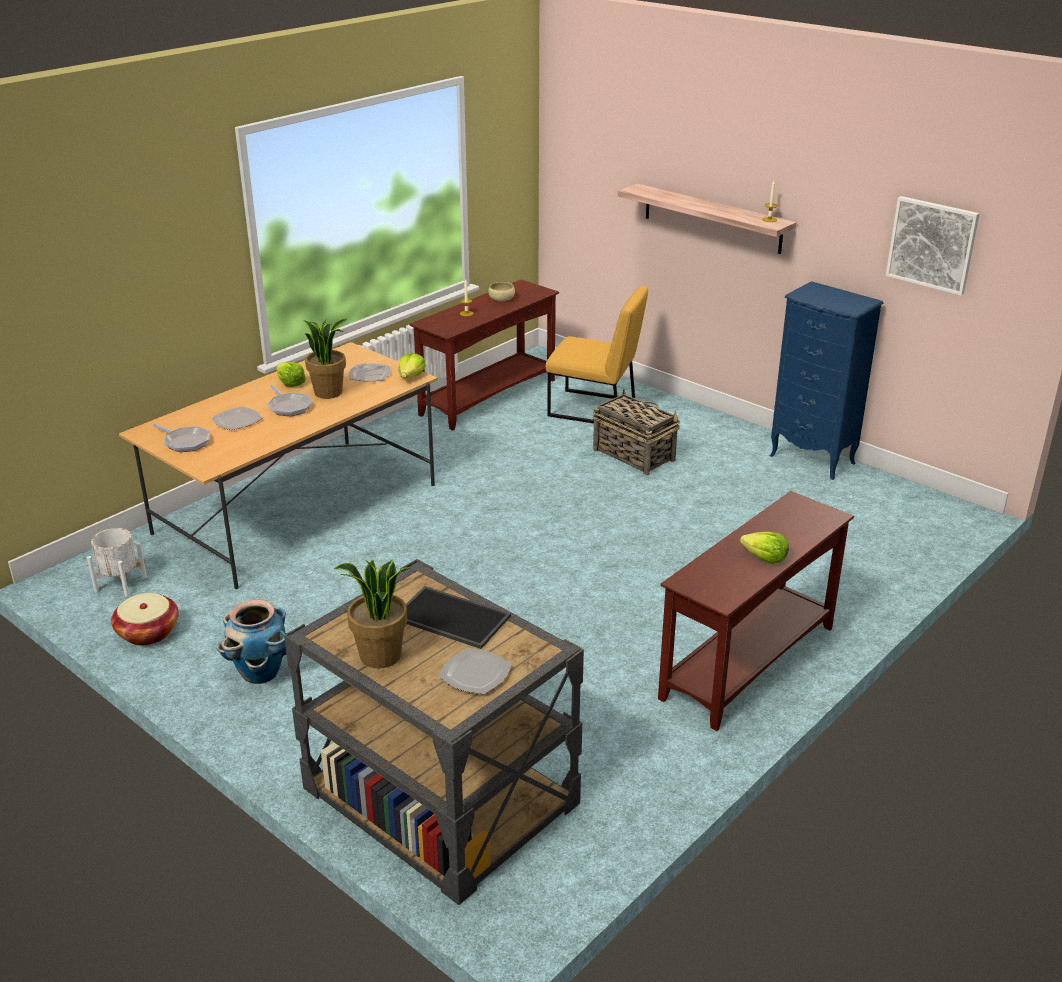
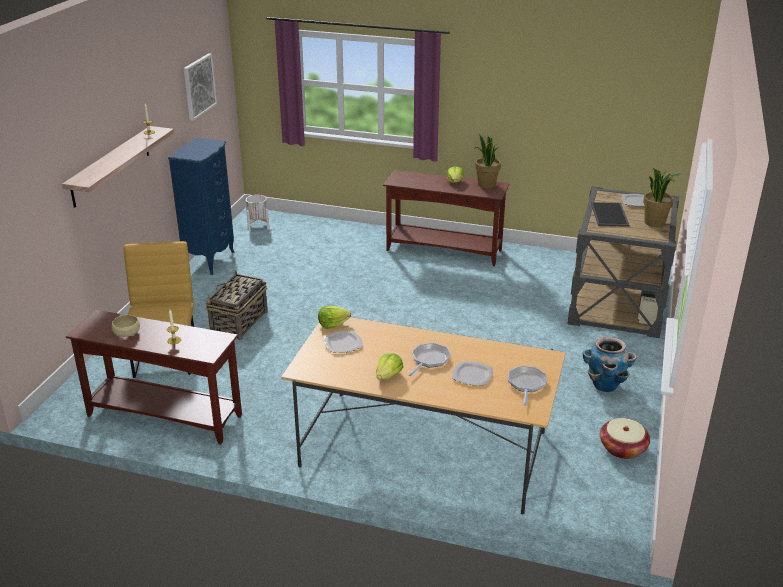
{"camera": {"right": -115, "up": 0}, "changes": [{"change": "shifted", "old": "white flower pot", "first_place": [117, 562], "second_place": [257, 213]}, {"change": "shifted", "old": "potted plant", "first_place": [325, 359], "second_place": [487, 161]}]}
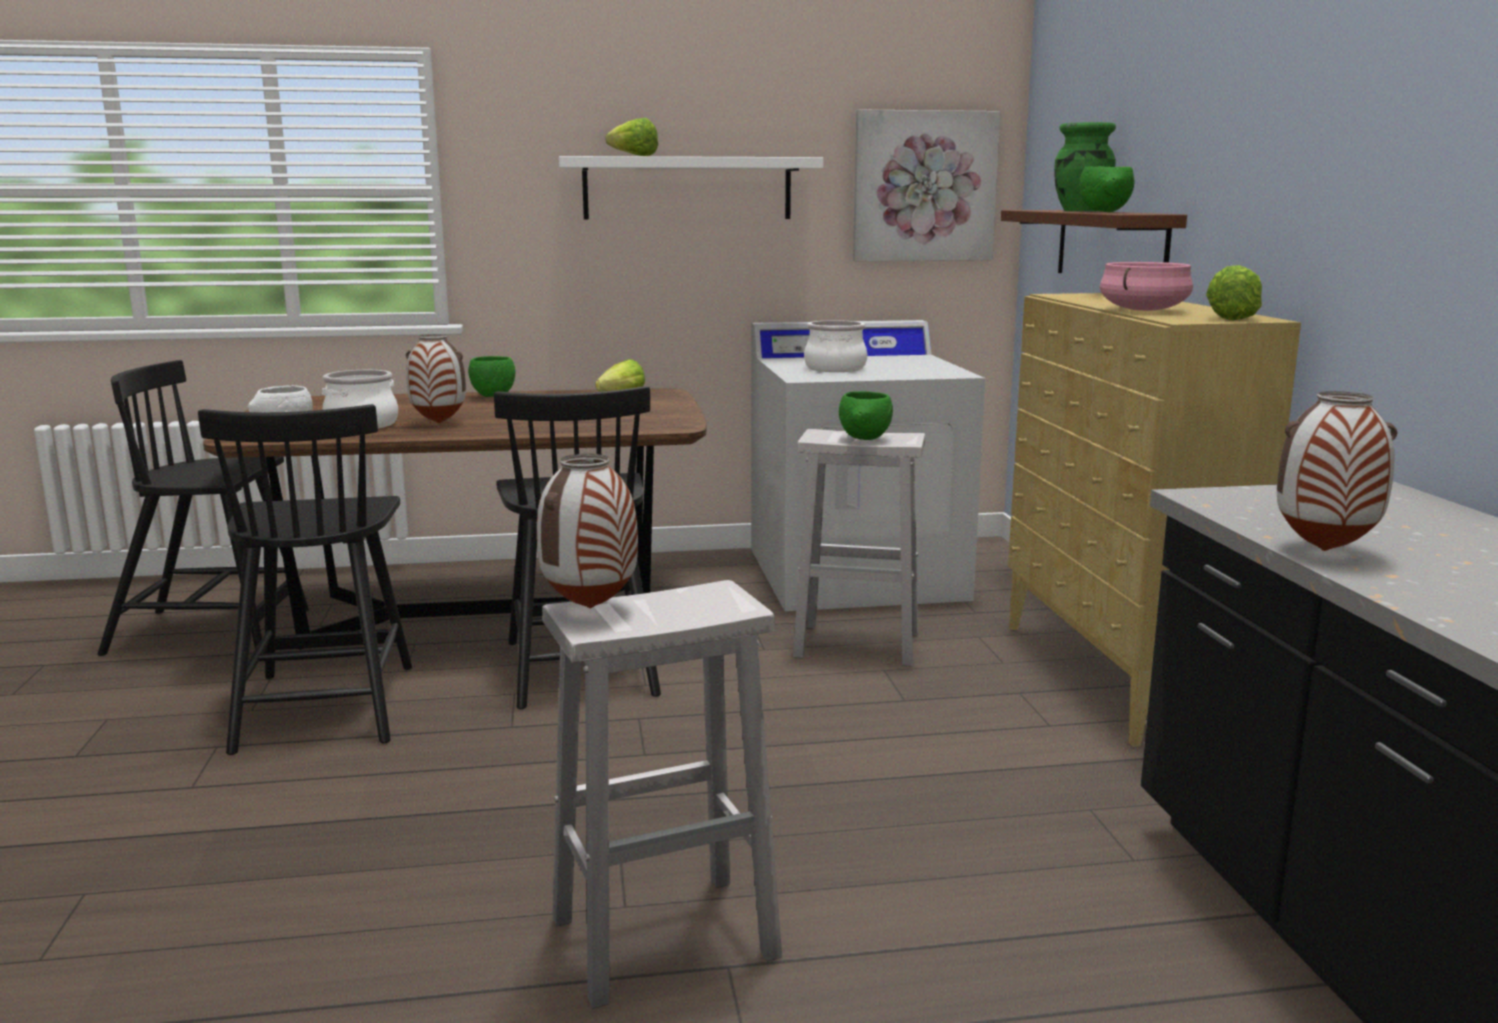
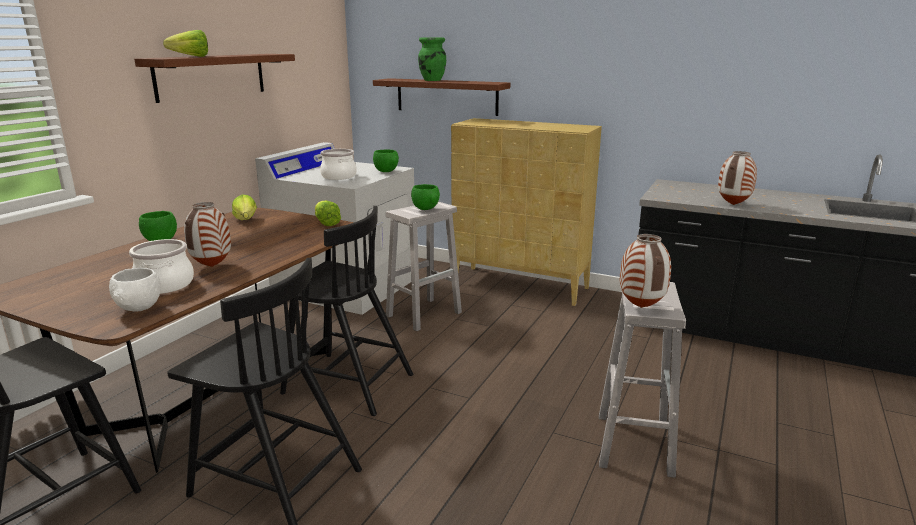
{"camera": {"right": -55, "up": 5}, "changes": [{"change": "gone", "old": "wall art", "first_place": [927, 185]}, {"change": "gone", "old": "pink saucepot", "first_place": [1146, 286]}, {"change": "shifted", "old": "greenish bowl", "first_place": [1106, 189], "second_place": [386, 161]}, {"change": "shifted", "old": "lettuce head", "first_place": [1234, 292], "second_place": [328, 213]}, {"change": "repainted", "old": "white wall shelf", "new": "brown wall shelf", "first_place": [691, 188], "second_place": [214, 78]}]}
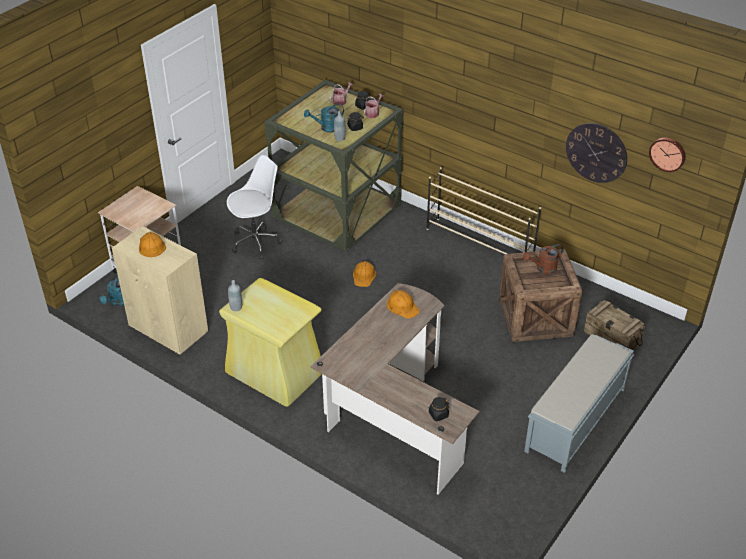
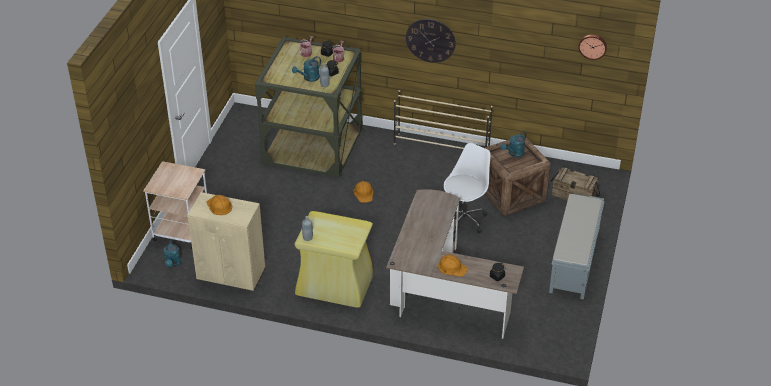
{"camera": {"right": -20, "up": 0}, "changes": [{"change": "shifted", "old": "white computer chair", "first_place": [254, 207], "second_place": [467, 188]}, {"change": "shifted", "old": "orangey hard hat", "first_place": [403, 304], "second_place": [453, 265]}, {"change": "shifted", "old": "hanging clock", "first_place": [596, 153], "second_place": [431, 41]}, {"change": "repainted", "old": "brown watering can", "new": "turquoise watering can", "first_place": [543, 259], "second_place": [513, 144]}]}
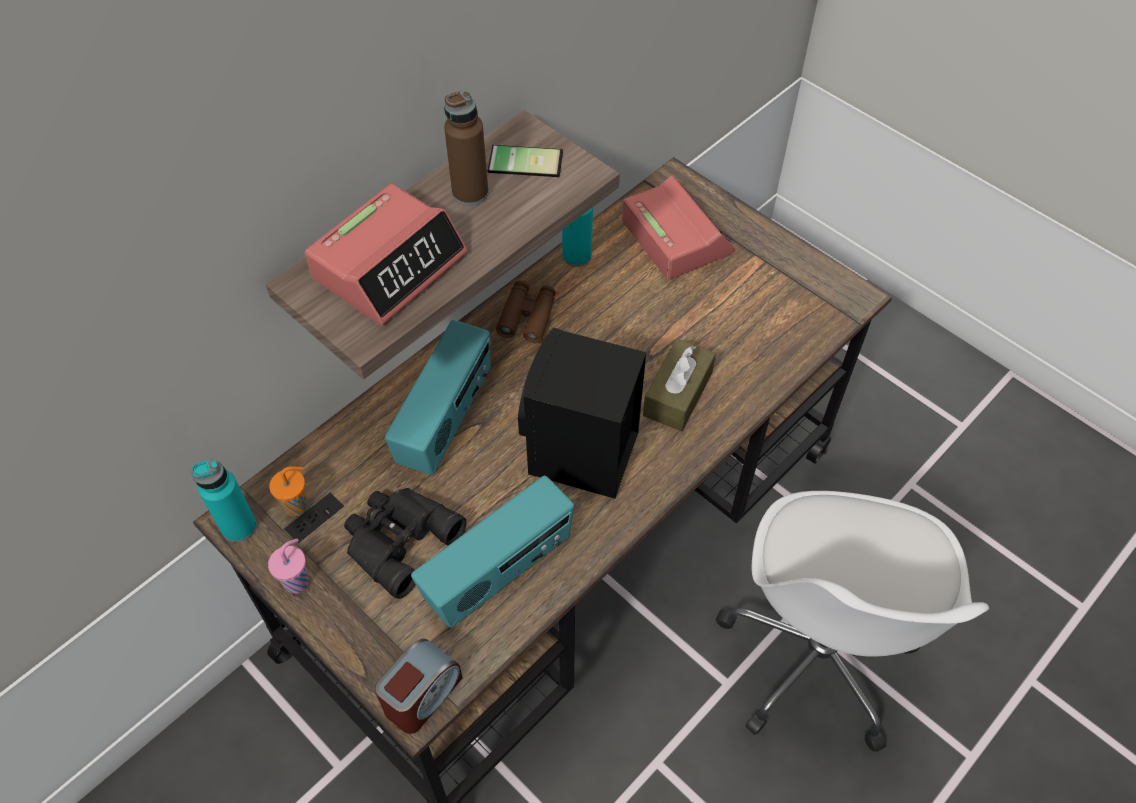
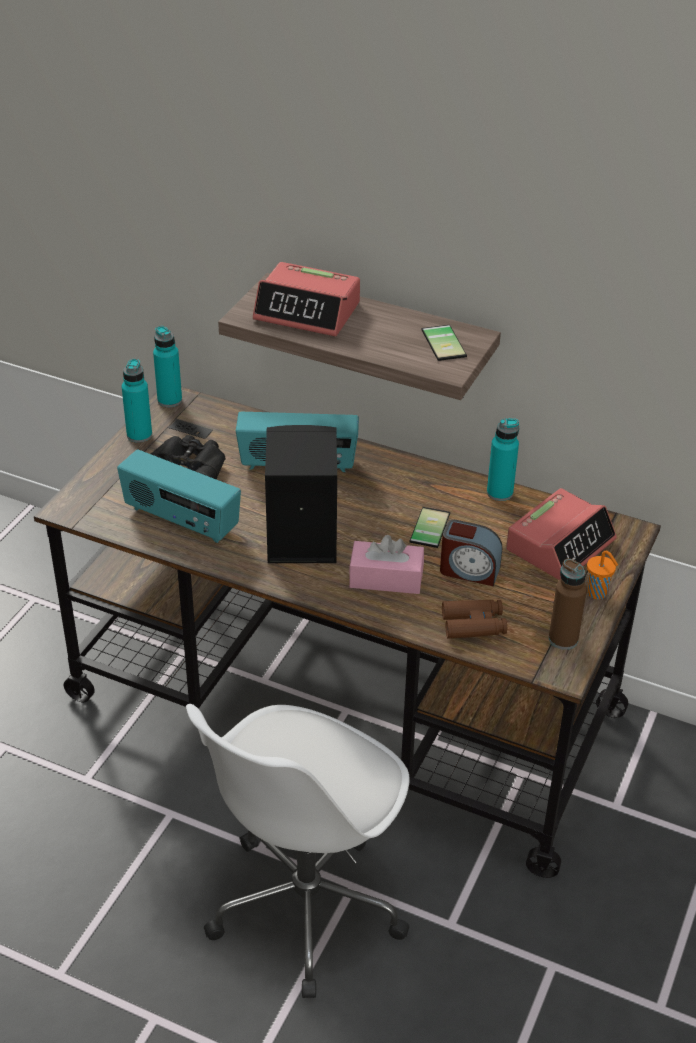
{"camera": {"right": 70, "up": -15}, "changes": [{"change": "new", "new": "handset", "second_place": [429, 527]}, {"change": "shifted", "old": "orangey small cup", "first_place": [288, 491], "second_place": [602, 575]}, {"change": "shifted", "old": "table clock", "first_place": [419, 686], "second_place": [471, 553]}, {"change": "shifted", "old": "brown bottle", "first_place": [466, 148], "second_place": [568, 604]}, {"change": "shifted", "old": "brown field glasses", "first_place": [526, 311], "second_place": [474, 619]}, {"change": "swapped", "old": "pink small cup", "new": "turquoise bottle", "first_place": [288, 566], "second_place": [137, 401]}, {"change": "repainted", "old": "brown box of tissues", "new": "pink box of tissues", "first_place": [679, 384], "second_place": [386, 564]}, {"change": "rotated", "old": "white computer chair", "first_place": [852, 621], "second_place": [298, 851], "degrees": -45}]}
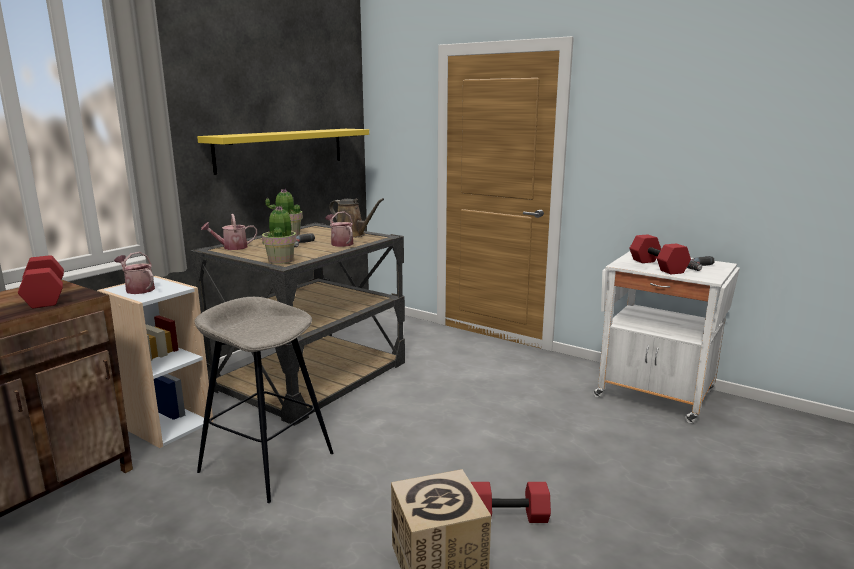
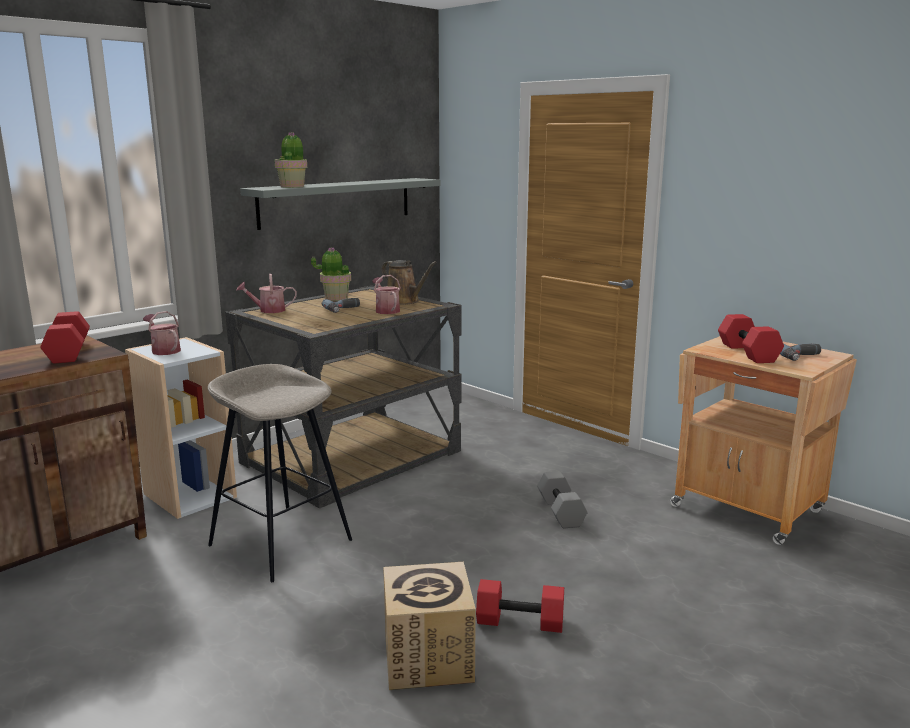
{"camera": {"right": 10, "up": 0}, "changes": [{"change": "new", "new": "grey hand weight", "second_place": [562, 499]}, {"change": "shifted", "old": "potted plant", "first_place": [279, 235], "second_place": [291, 160]}, {"change": "repainted", "old": "yellow wall shelf", "new": "grey wall shelf", "first_place": [283, 152], "second_place": [340, 204]}, {"change": "repainted", "old": "white cart", "new": "brown cart", "first_place": [666, 337], "second_place": [763, 440]}]}
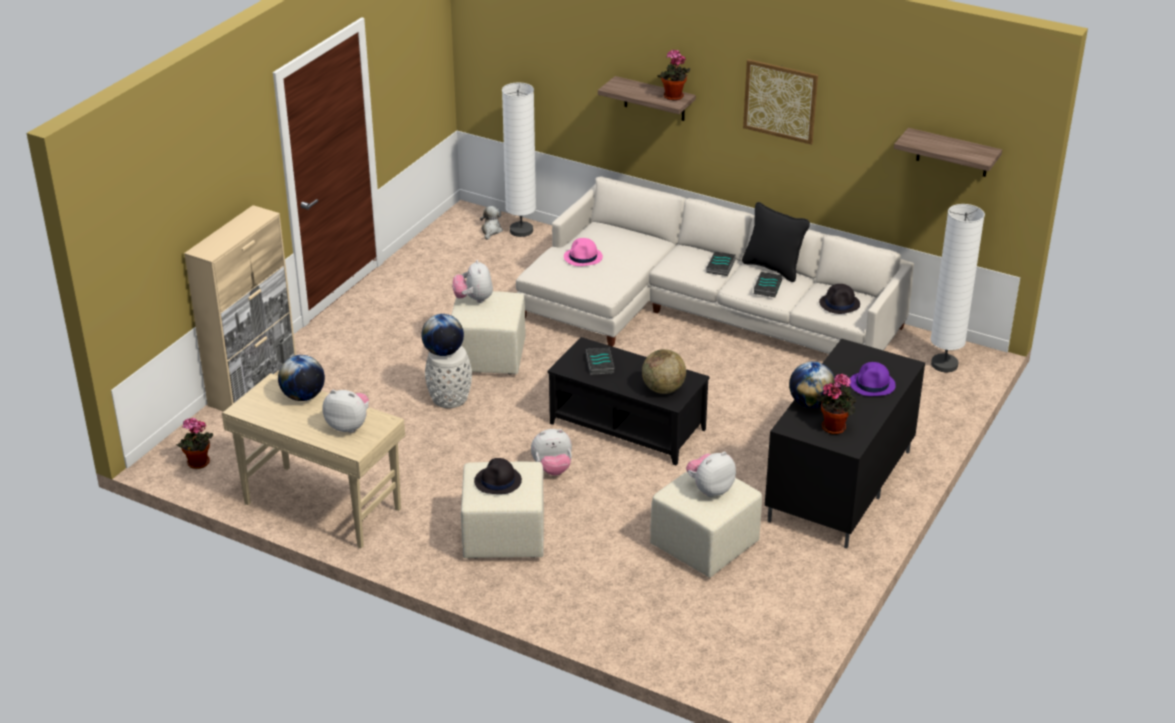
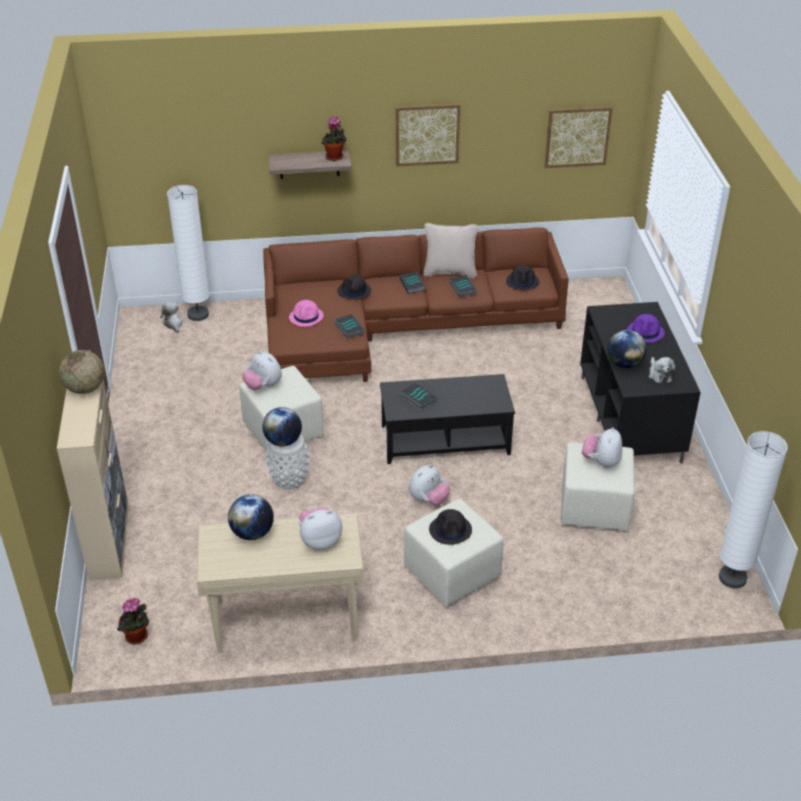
{"camera": {"right": -35, "up": 5}, "changes": [{"change": "new", "new": "book", "second_place": [349, 326]}, {"change": "new", "new": "blackish wearable hat", "second_place": [354, 287]}, {"change": "shifted", "old": "desk globe", "first_place": [664, 371], "second_place": [82, 372]}, {"change": "shifted", "old": "white standing lamp", "first_place": [957, 288], "second_place": [753, 509]}, {"change": "swapped", "old": "potted plant", "new": "soft toy", "first_place": [836, 404], "second_place": [662, 370]}, {"change": "swapped", "old": "wall shelf", "new": "wall art", "first_place": [948, 152], "second_place": [578, 137]}, {"change": "repainted", "old": "white sofa", "new": "brown sofa", "first_place": [715, 265], "second_place": [416, 304]}, {"change": "repainted", "old": "blackish cushion", "new": "beige cushion", "first_place": [776, 242], "second_place": [451, 250]}]}
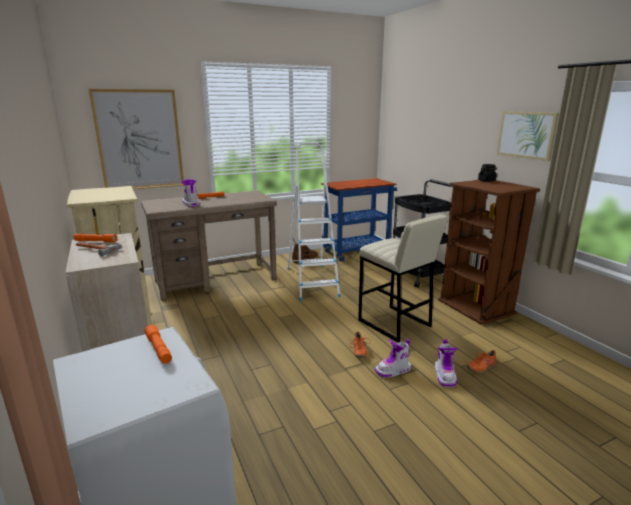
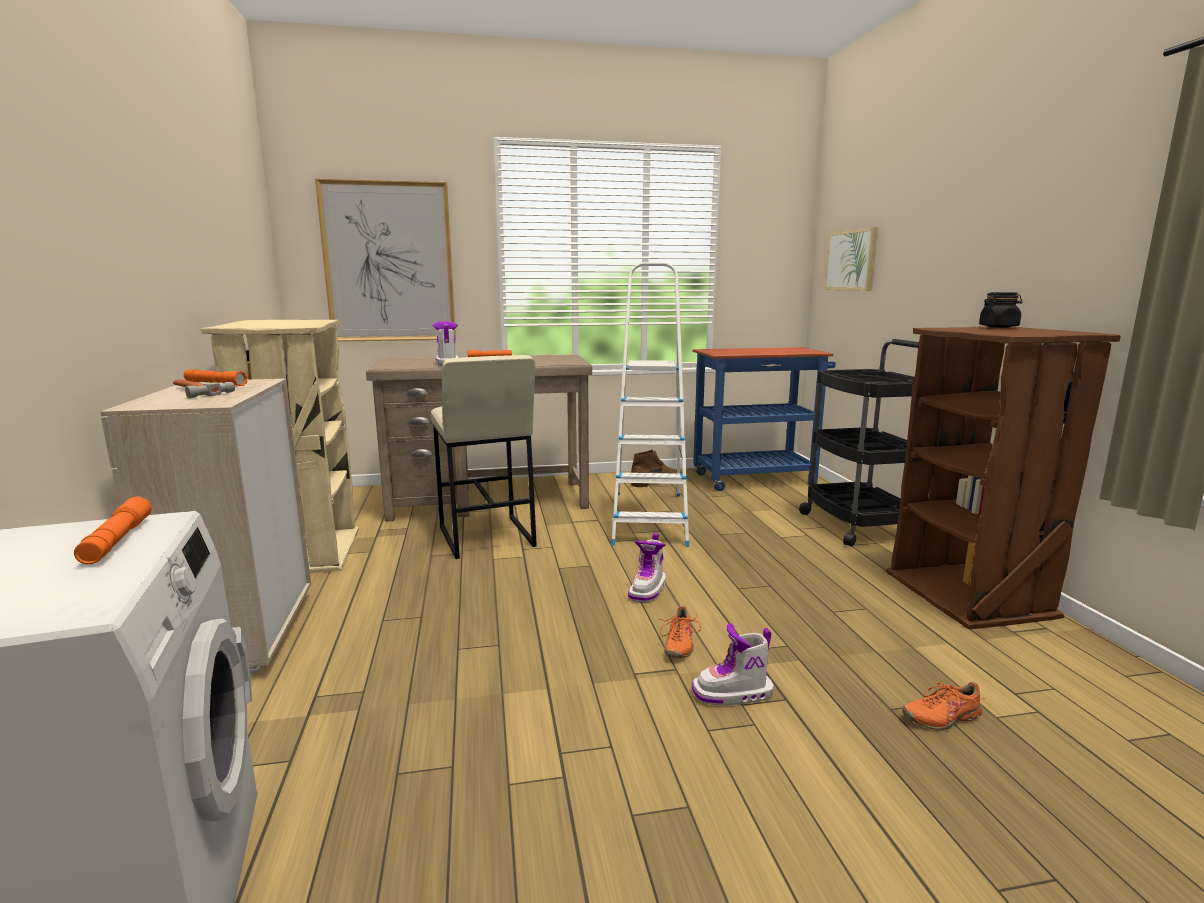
{"camera": {"right": 15, "up": -5}, "changes": [{"change": "shifted", "old": "beige stool", "first_place": [403, 278], "second_place": [484, 457]}, {"change": "shifted", "old": "boot", "first_place": [447, 363], "second_place": [647, 568]}, {"change": "shifted", "old": "wall art", "first_place": [528, 136], "second_place": [851, 259]}]}
